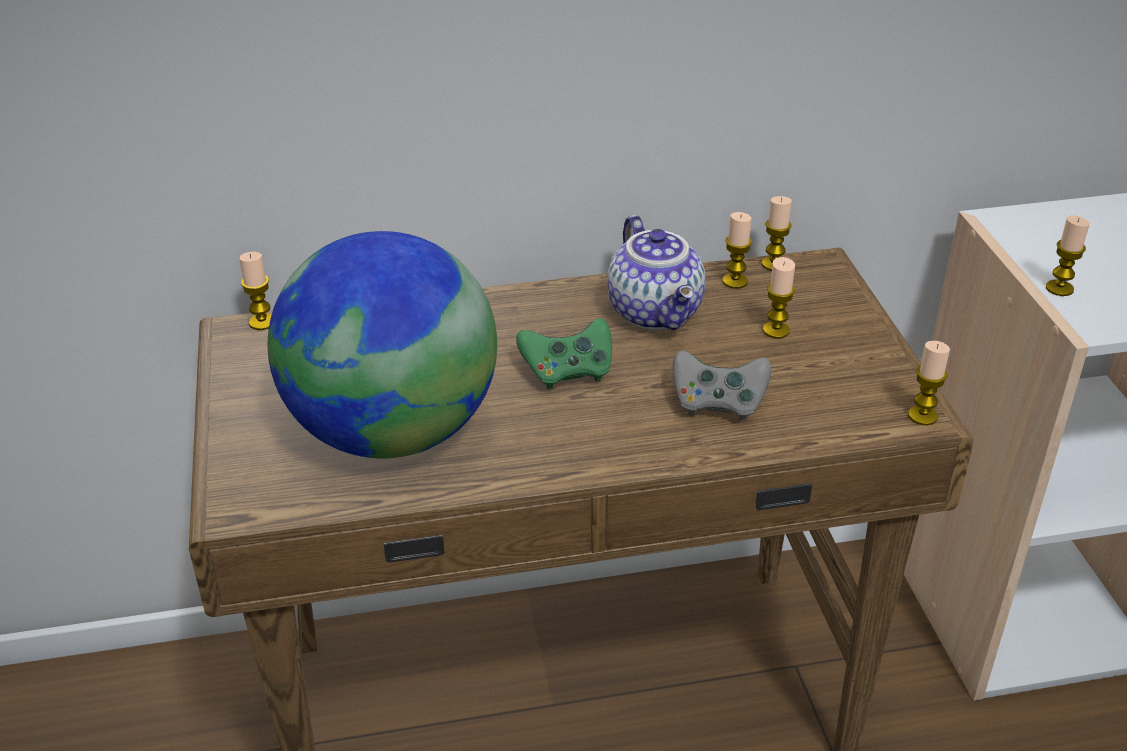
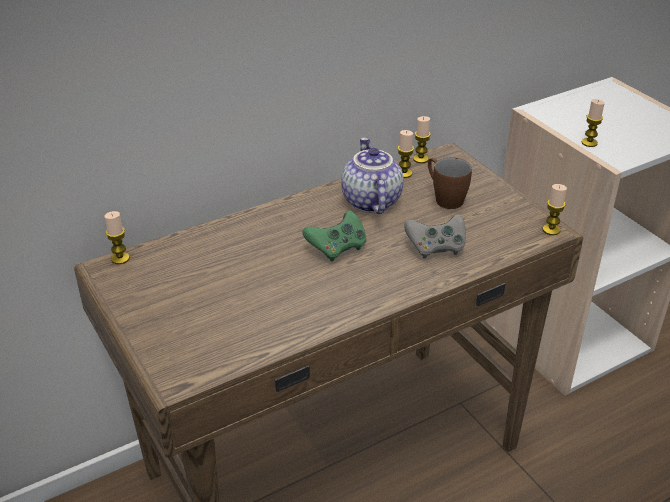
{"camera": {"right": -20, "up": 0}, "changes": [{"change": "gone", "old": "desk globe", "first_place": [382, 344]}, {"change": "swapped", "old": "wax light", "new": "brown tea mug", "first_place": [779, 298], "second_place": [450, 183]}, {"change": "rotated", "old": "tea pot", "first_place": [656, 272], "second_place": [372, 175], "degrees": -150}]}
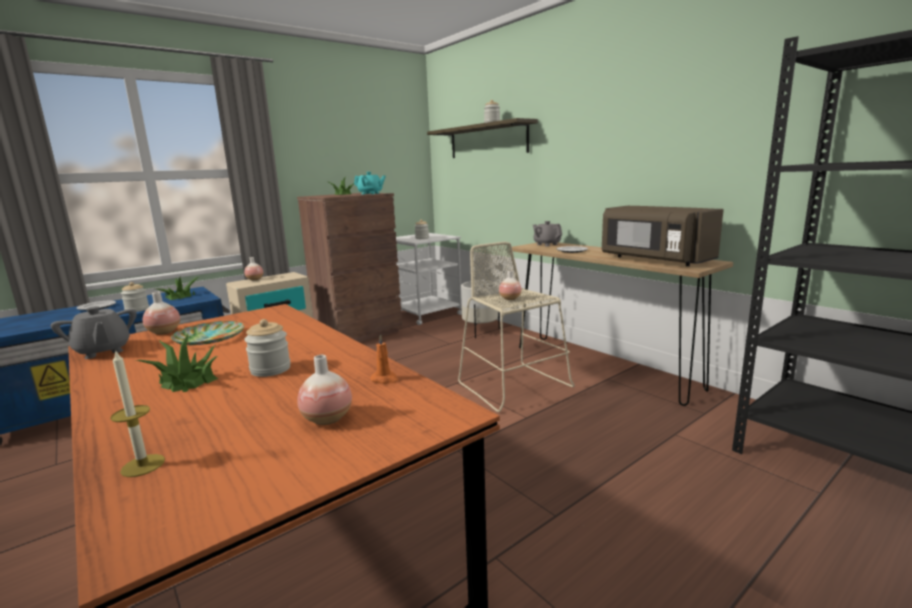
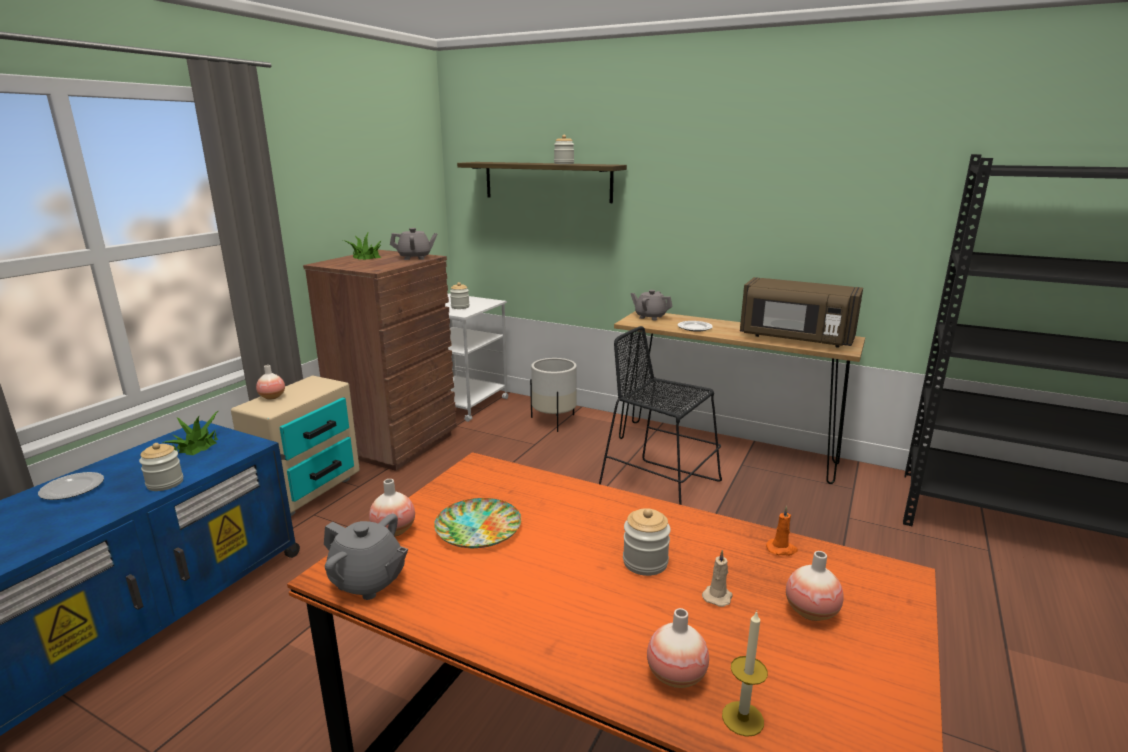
{"camera": {"right": -25, "up": 5}, "changes": [{"change": "gone", "old": "potted plant", "first_place": [176, 363]}, {"change": "new", "new": "beige wax light", "second_place": [717, 578]}, {"change": "shifted", "old": "vase", "first_place": [510, 285], "second_place": [678, 648]}, {"change": "repainted", "old": "turquoise tea pot", "new": "grey tea pot", "first_place": [370, 183], "second_place": [413, 244]}, {"change": "repainted", "old": "beige stool", "new": "blackish stool", "first_place": [516, 327], "second_place": [660, 415]}]}
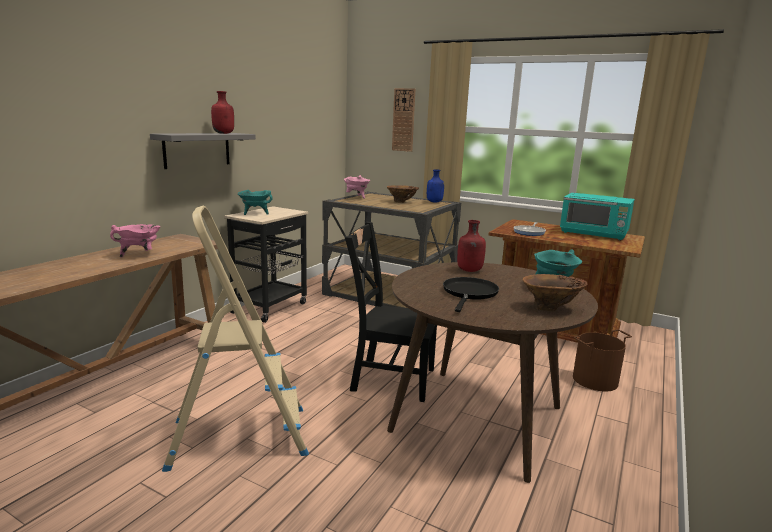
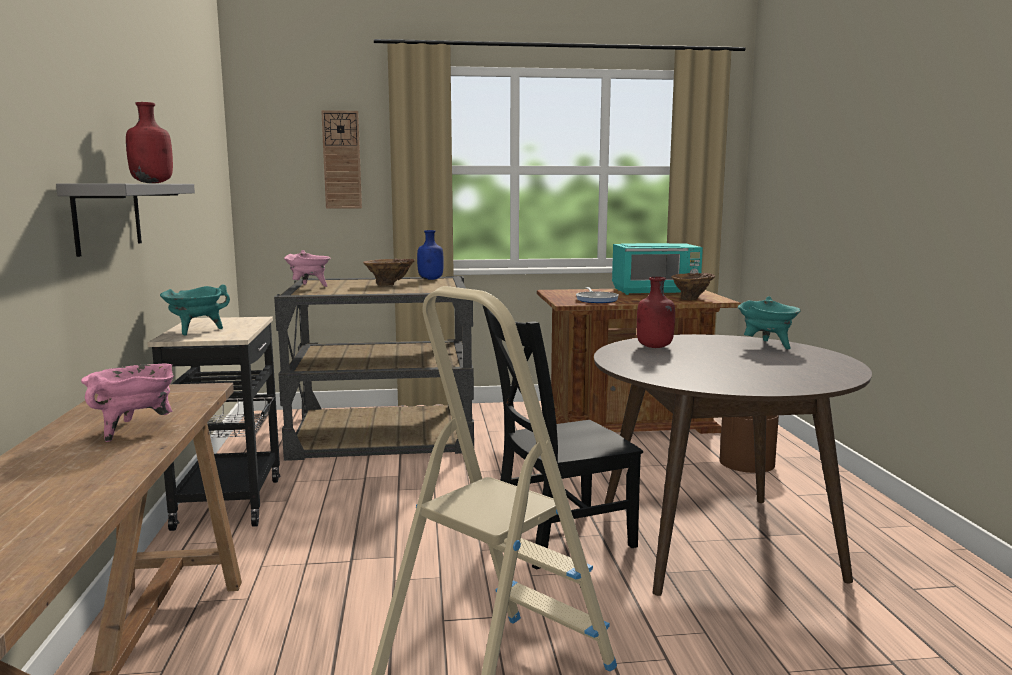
{"camera": {"right": -35, "up": -5}, "changes": [{"change": "gone", "old": "blackish frying pan", "first_place": [471, 294]}, {"change": "shifted", "old": "brown vase", "first_place": [554, 292], "second_place": [693, 286]}]}
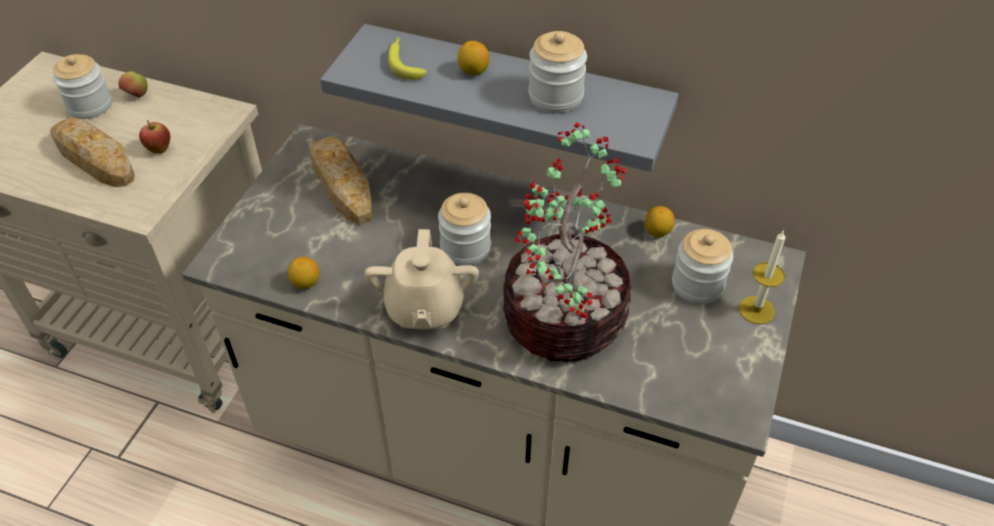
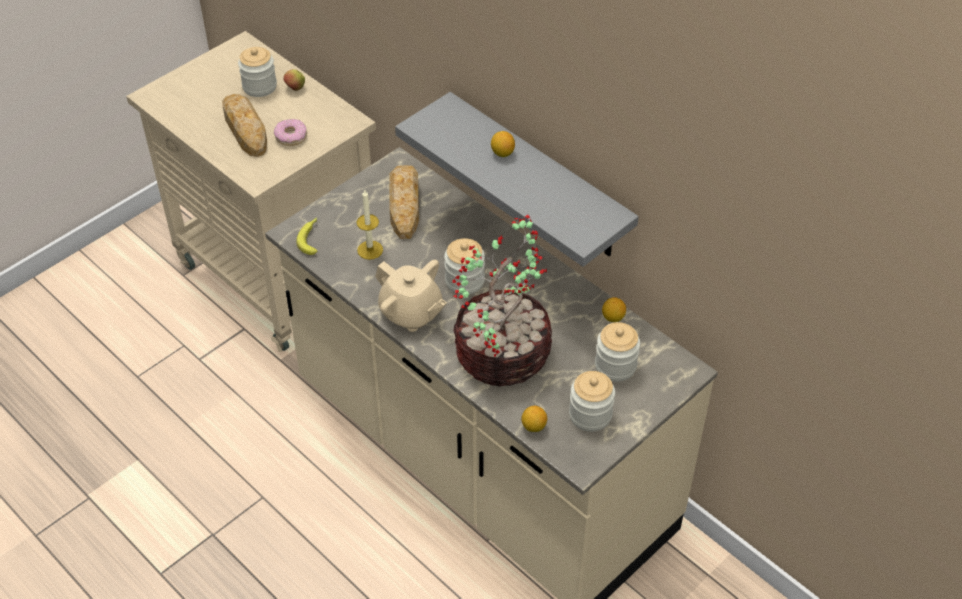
{"camera": {"right": 25, "up": 0}, "changes": [{"change": "shifted", "old": "lemon", "first_place": [303, 273], "second_place": [534, 419]}, {"change": "shifted", "old": "banana fruit", "first_place": [407, 58], "second_place": [307, 236]}, {"change": "shifted", "old": "preserve jar", "first_place": [557, 72], "second_place": [592, 401]}, {"change": "shifted", "old": "wax light", "first_place": [762, 277], "second_place": [370, 225]}, {"change": "swapped", "old": "whole apple", "new": "doughnut", "first_place": [154, 137], "second_place": [290, 132]}, {"change": "rotated", "old": "beige tea pot", "first_place": [421, 279], "second_place": [411, 296], "degrees": -75}]}
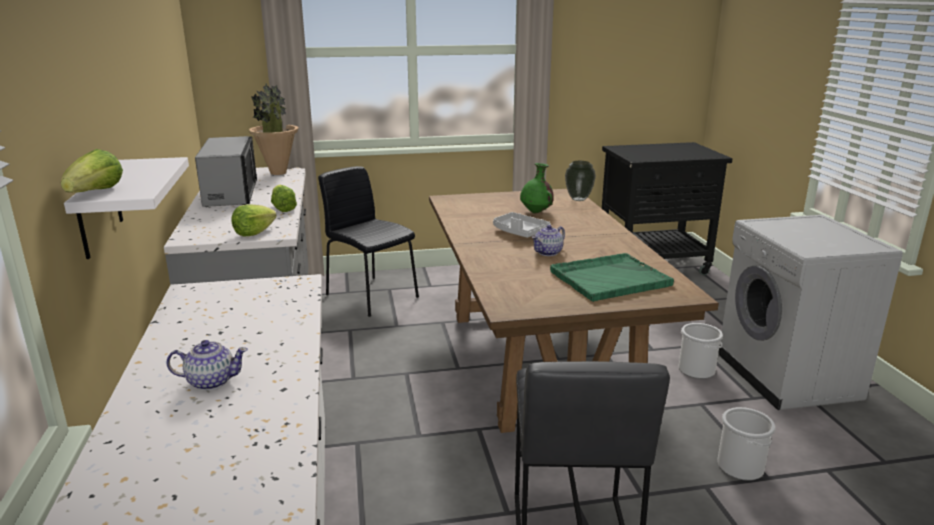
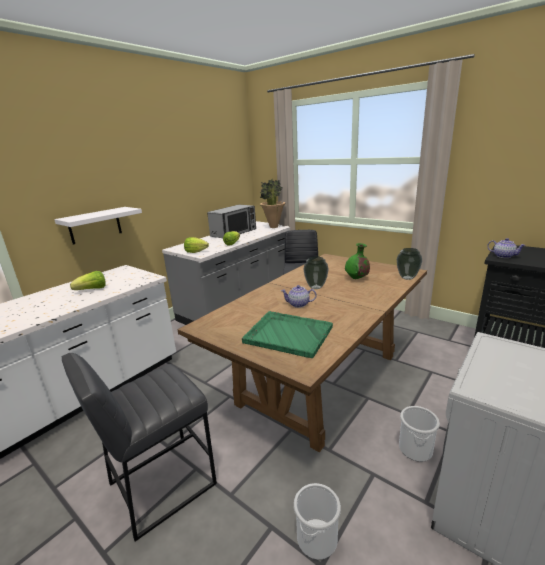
{"camera": {"right": 50, "up": 0}, "changes": [{"change": "shifted", "old": "lettuce head", "first_place": [92, 171], "second_place": [88, 280]}, {"change": "shifted", "old": "tea pot", "first_place": [207, 365], "second_place": [506, 248]}, {"change": "swapped", "old": "grey carrying tray", "new": "vase", "first_place": [522, 225], "second_place": [316, 272]}]}
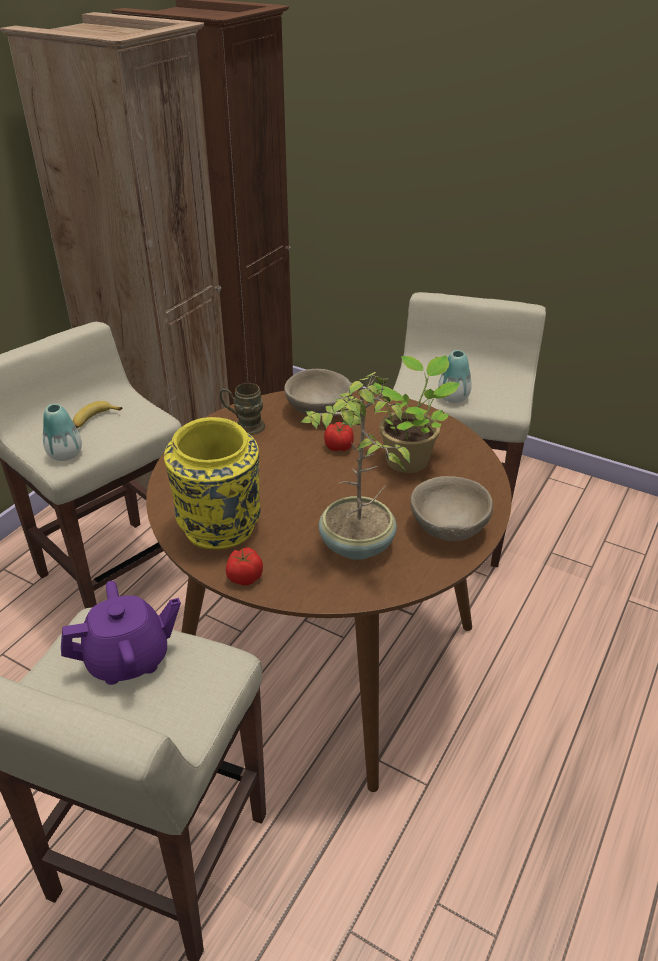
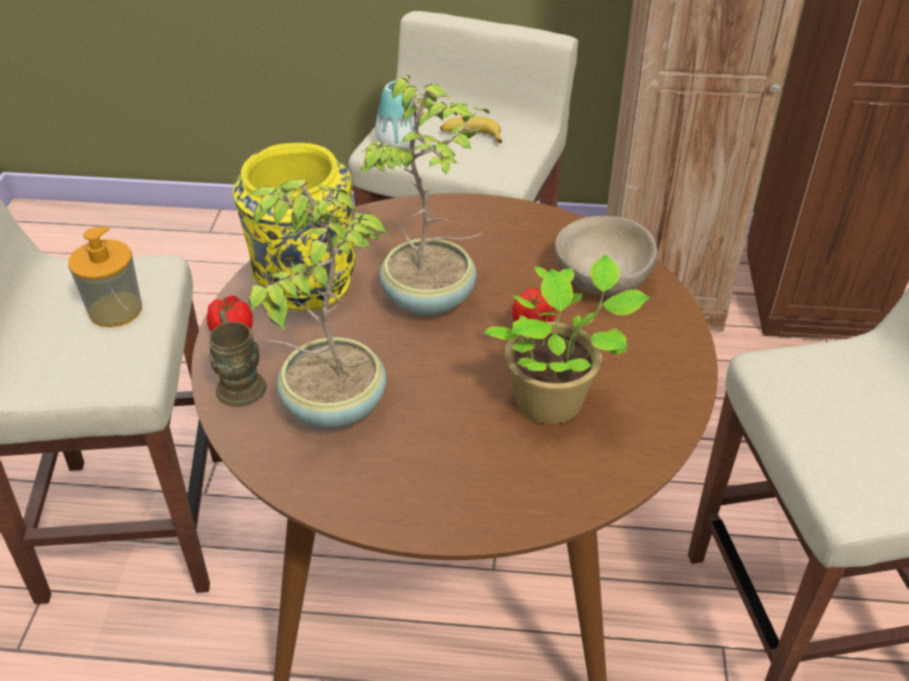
{"camera": {"right": 65, "up": 5}, "changes": [{"change": "gone", "old": "beige bowl", "first_place": [451, 508]}, {"change": "gone", "old": "vase", "first_place": [455, 376]}, {"change": "new", "new": "potted plant", "second_place": [424, 195]}, {"change": "shifted", "old": "brown tea mug", "first_place": [242, 409], "second_place": [237, 358]}, {"change": "swapped", "old": "purple tea pot", "new": "soap bottle", "first_place": [121, 633], "second_place": [105, 277]}]}
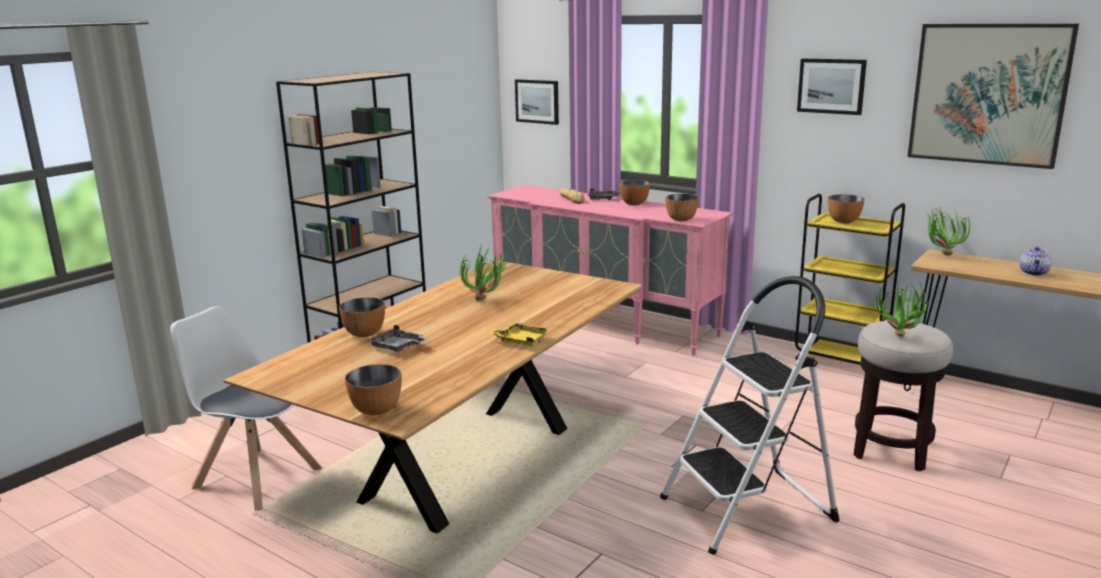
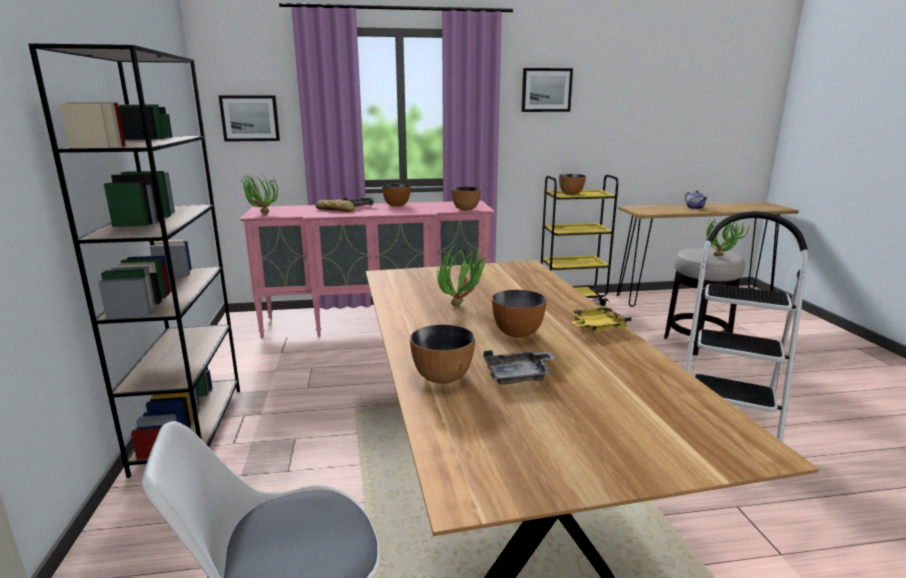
{"camera": {"right": -45, "up": 0}, "changes": [{"change": "gone", "old": "wall art", "first_place": [993, 96]}, {"change": "shifted", "old": "bowl", "first_place": [373, 389], "second_place": [519, 314]}, {"change": "shifted", "old": "potted plant", "first_place": [947, 232], "second_place": [260, 194]}]}
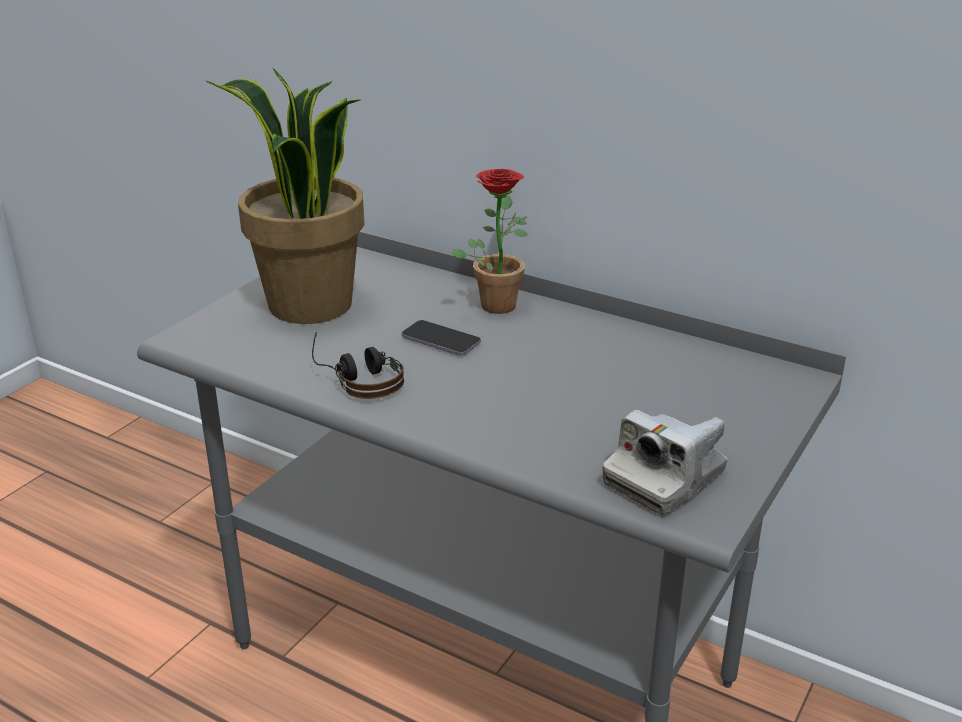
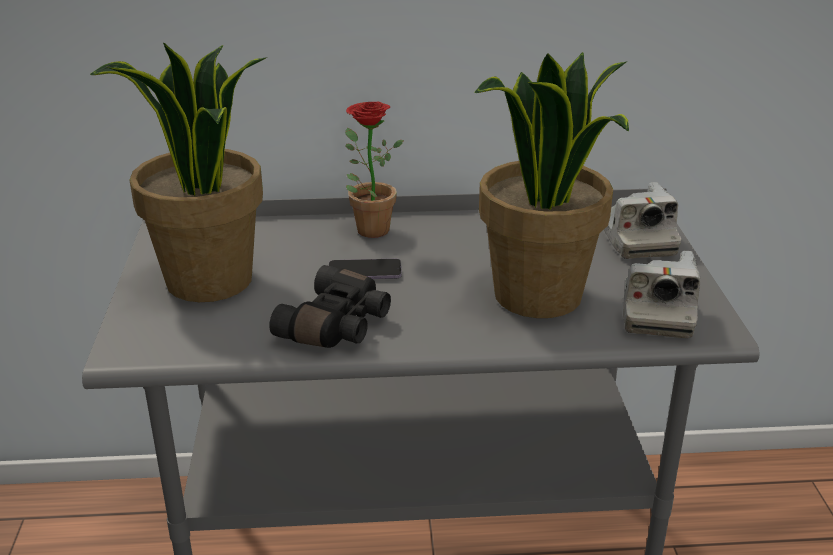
{"camera": {"right": -35, "up": 0}, "changes": [{"change": "new", "new": "potted plant", "second_place": [552, 185]}, {"change": "new", "new": "photo camera", "second_place": [642, 220]}, {"change": "swapped", "old": "pair of headphones", "new": "blackish field glasses", "first_place": [358, 365], "second_place": [330, 306]}]}
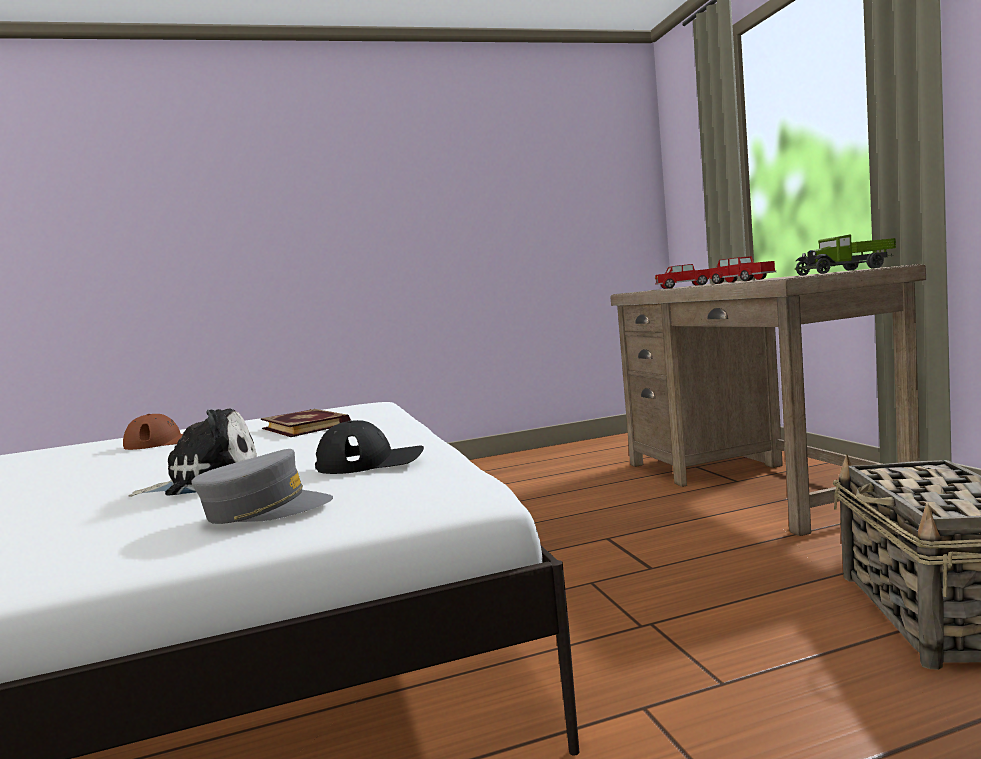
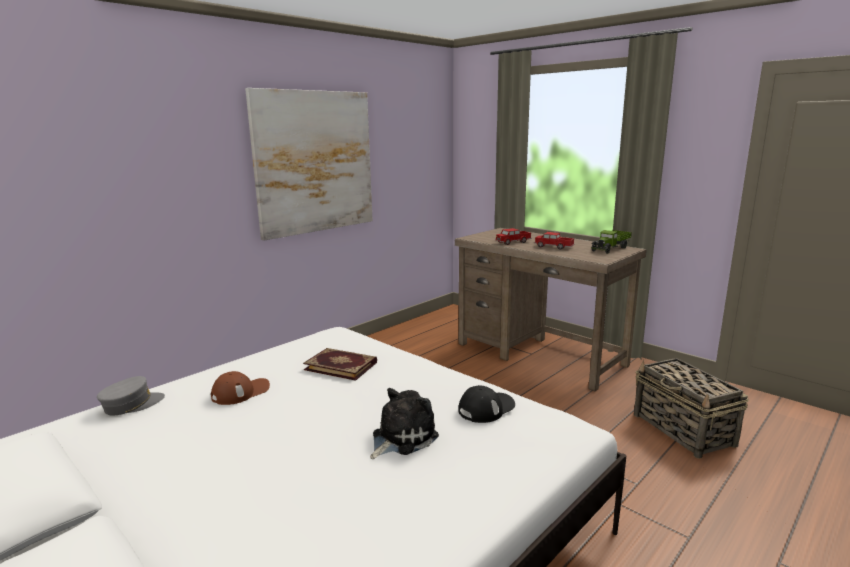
{"camera": {"right": -30, "up": 10}, "changes": [{"change": "new", "new": "wall art", "second_place": [309, 164]}, {"change": "shifted", "old": "grey cap", "first_place": [262, 486], "second_place": [131, 395]}]}
